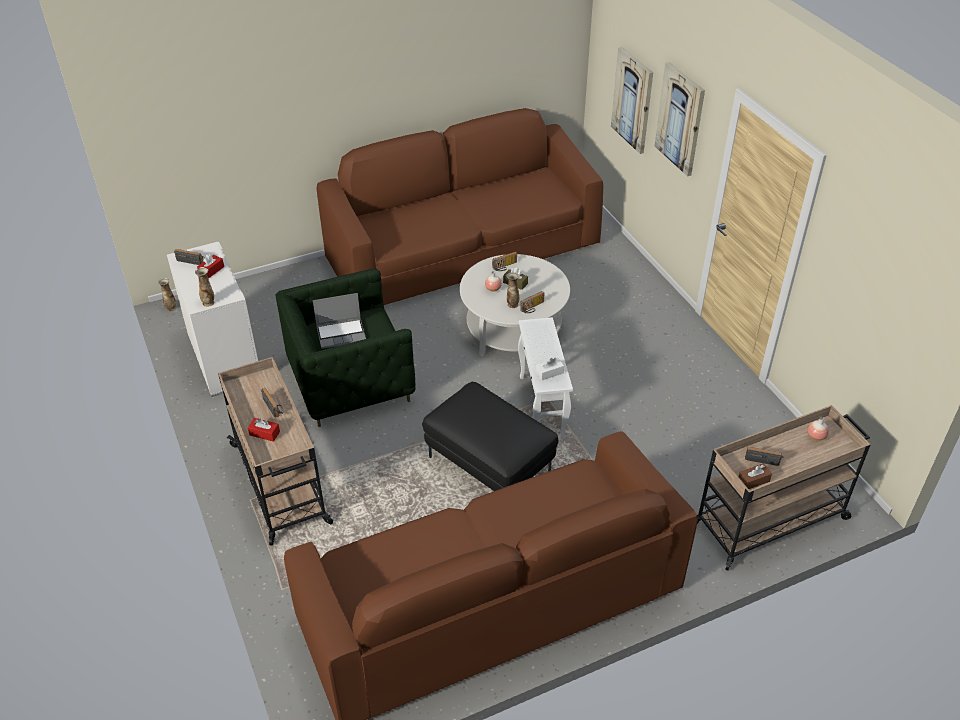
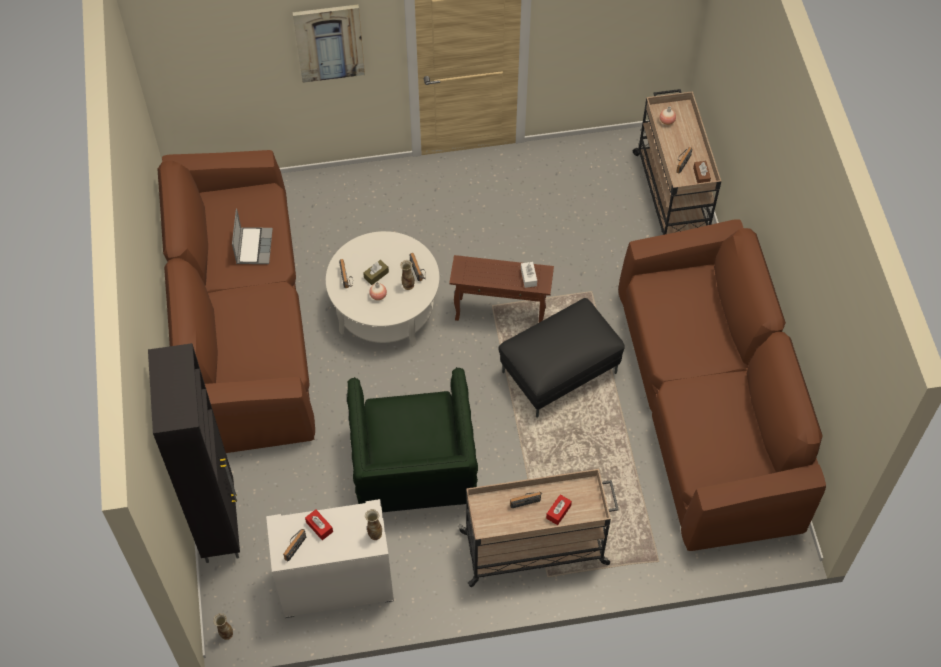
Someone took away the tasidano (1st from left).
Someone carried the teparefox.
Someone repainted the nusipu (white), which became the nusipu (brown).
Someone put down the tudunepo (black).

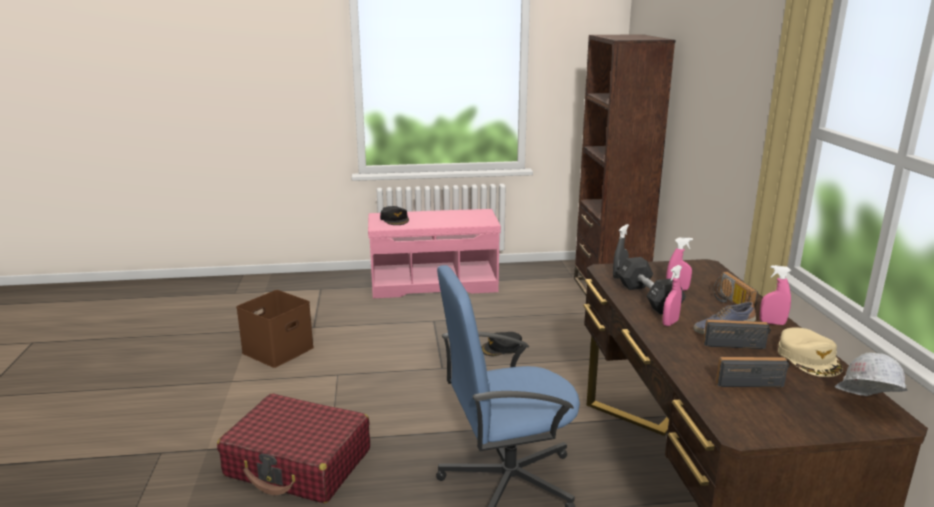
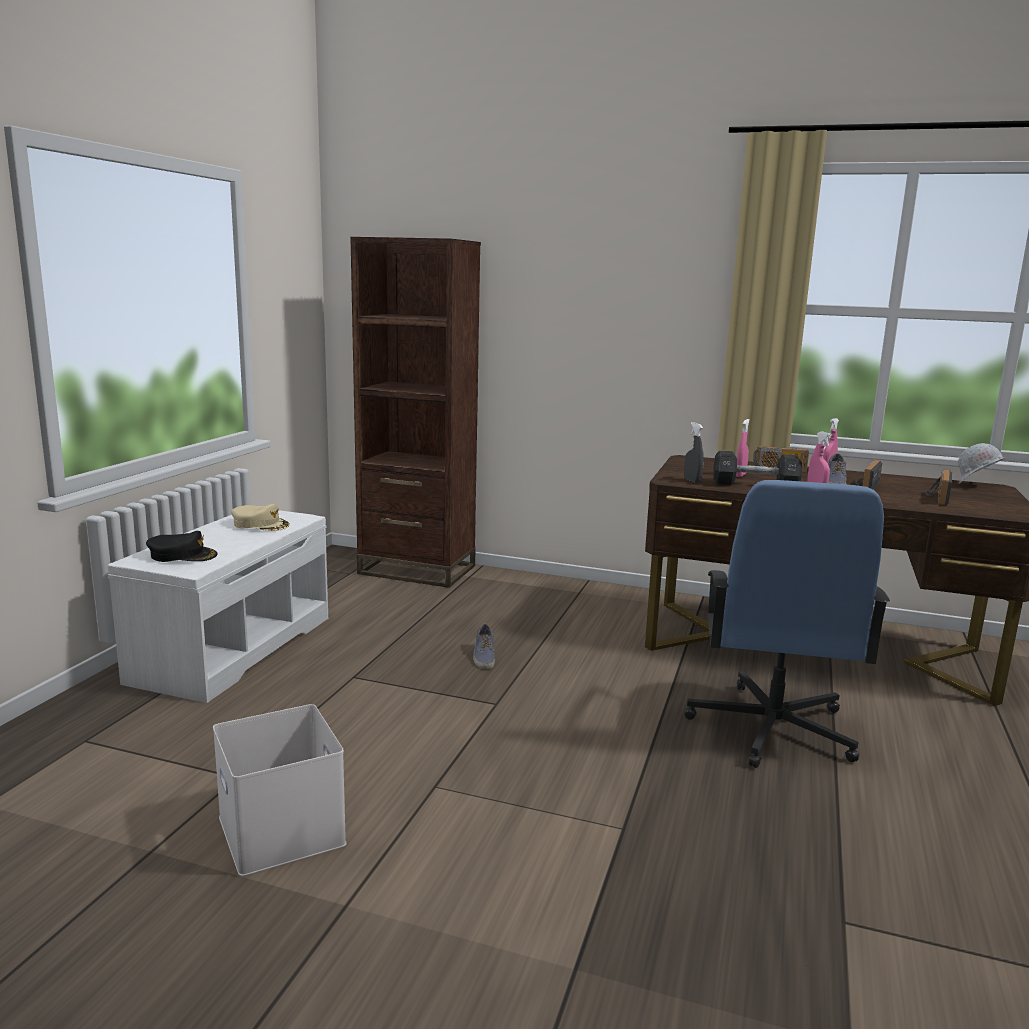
Someone repainted the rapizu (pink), which became the rapizu (white).
Someone repainted the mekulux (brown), which became the mekulux (white).
Someone carried the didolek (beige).
Someone swapped the didolek (black) (2nd from left) for the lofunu (1st from left).
Someone took away the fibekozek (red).

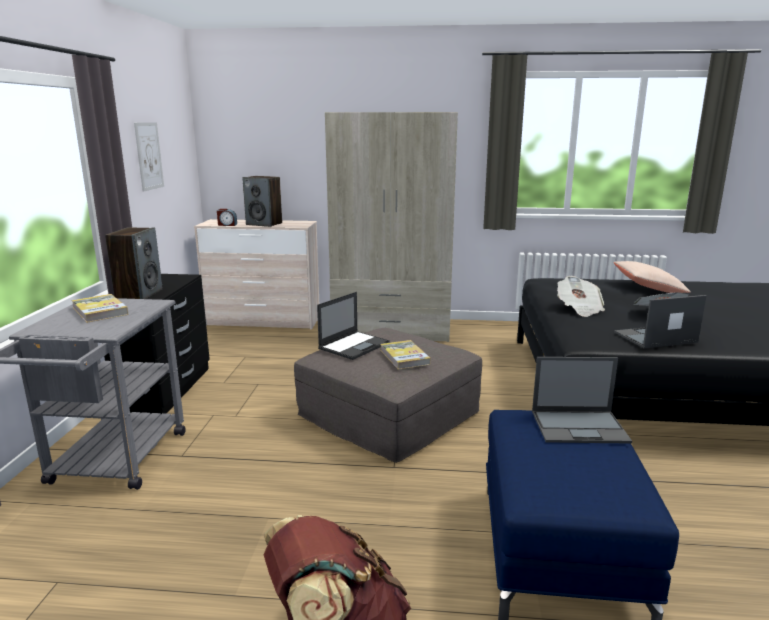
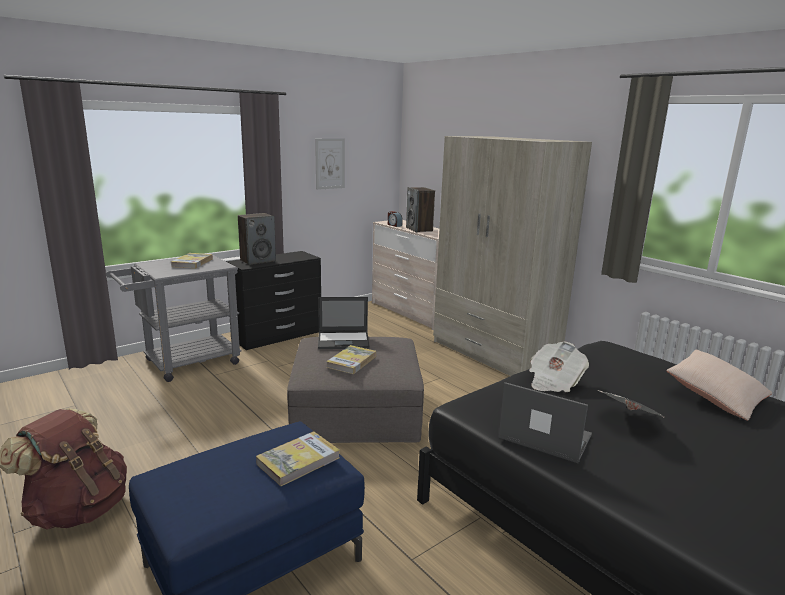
Someone swapped the teparefox (2nd from left) for the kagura (2nd from left).

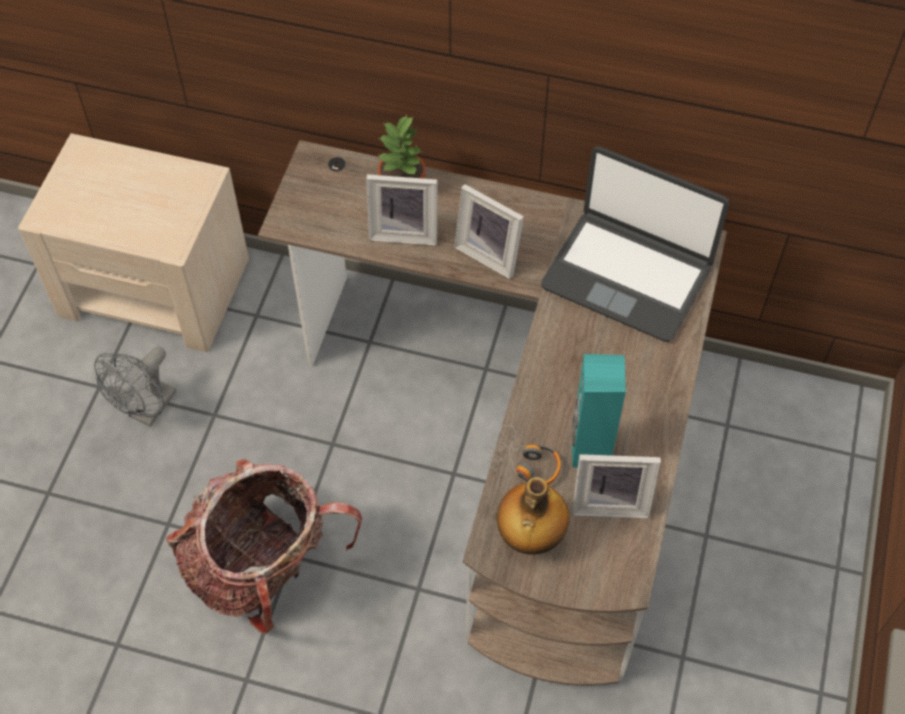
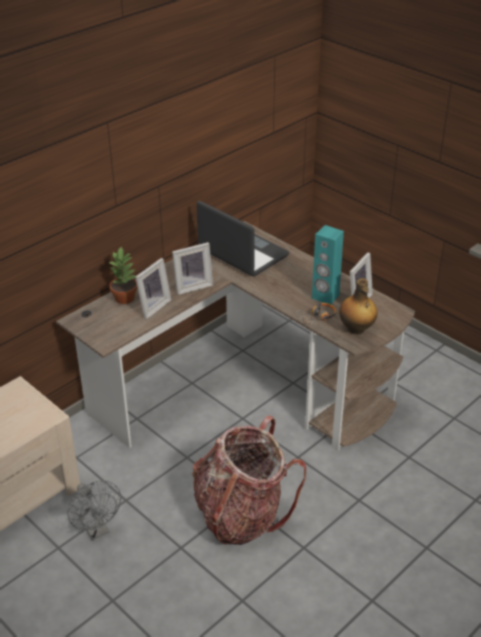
Someone rotated the teparefox by 105 degrees counterclockwise.

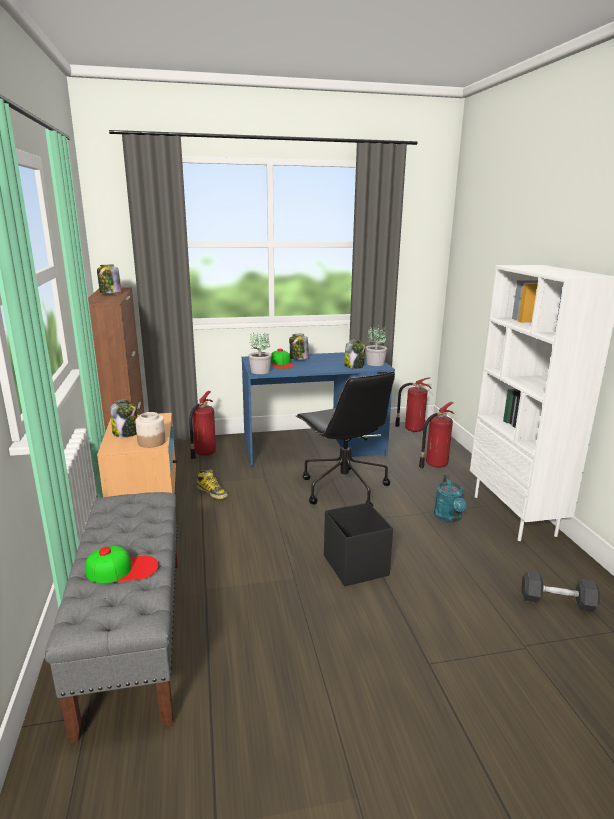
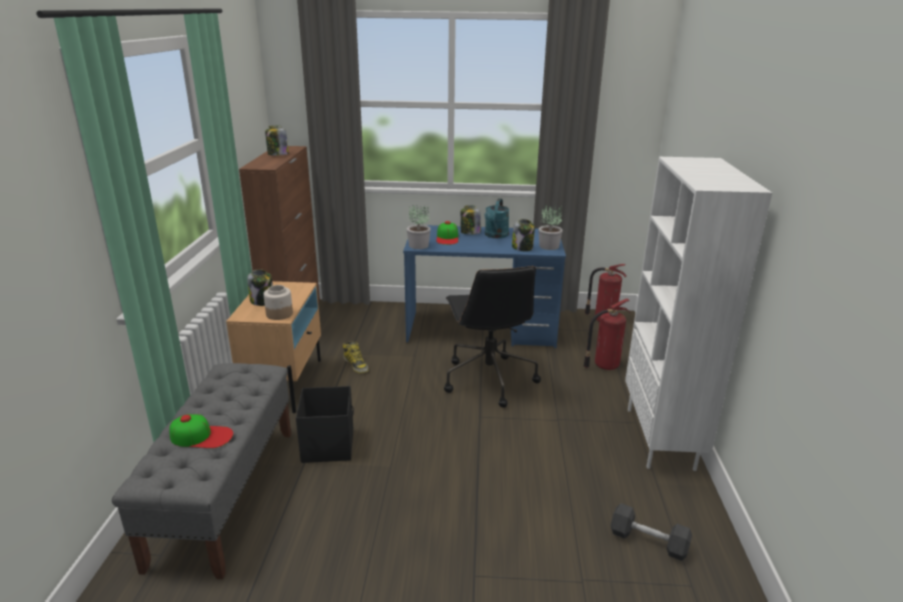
Someone took away the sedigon (1st from left).
Someone carried the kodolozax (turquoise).
Someone carried the mekulux (black).

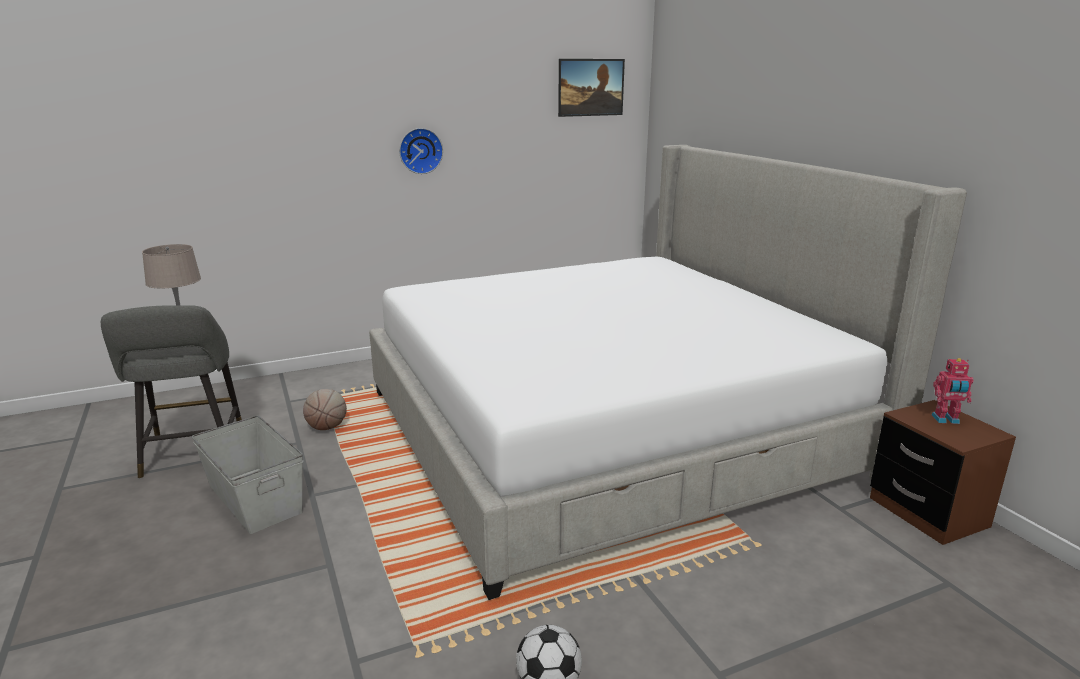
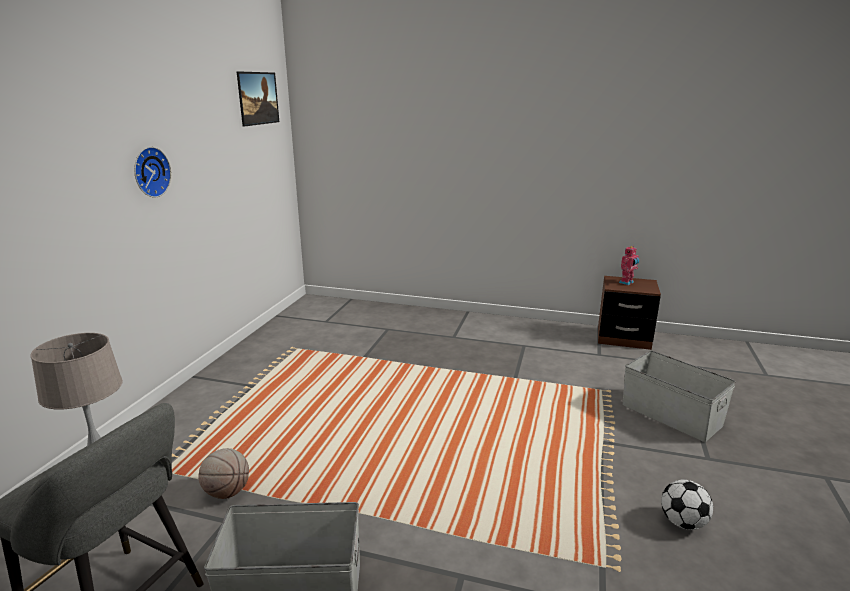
Someone took away the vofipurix.
Someone put down the mekulux (grey) (2nd from left).

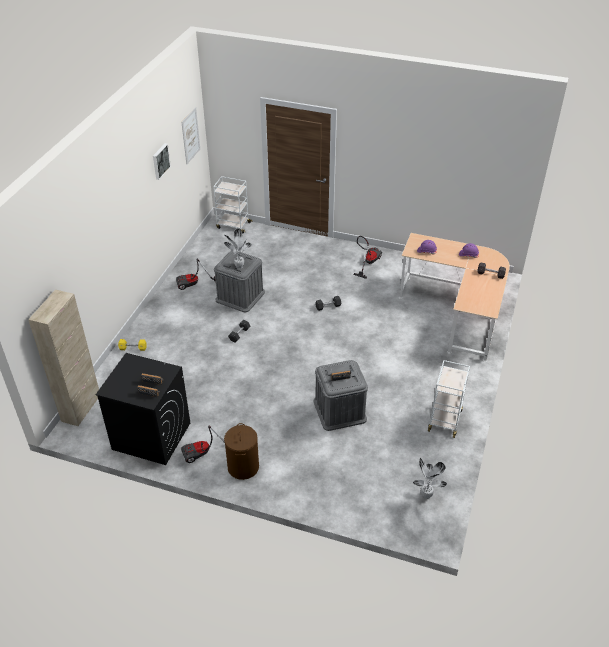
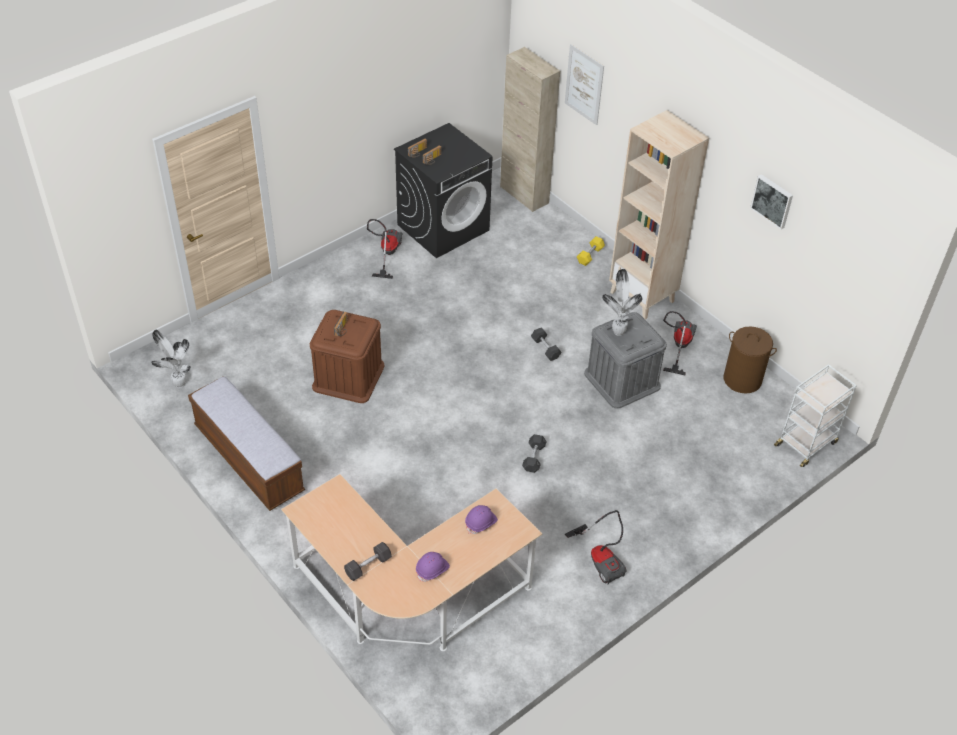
Someone carried the tasidano (2nd from left in the first image).
Someone repainted the mekulux (grey) (2nd from left), which became the mekulux (brown).
Someone swapped the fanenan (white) (2nd from left) for the rapizu.
Someone carried the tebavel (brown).
Someone put down the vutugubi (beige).

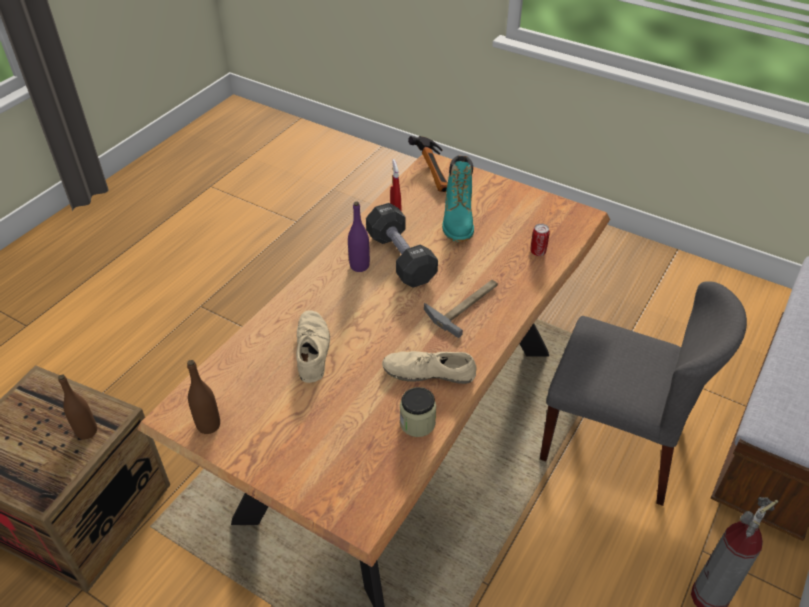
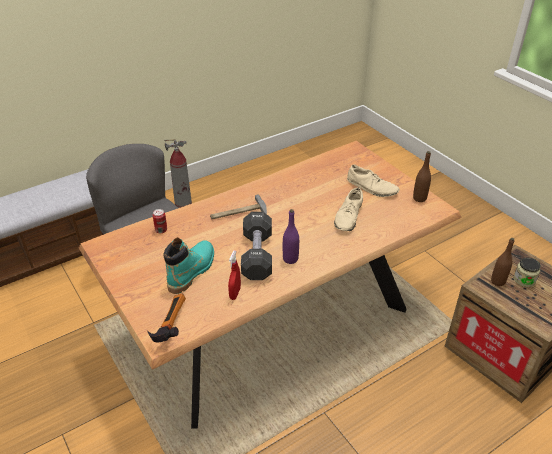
Someone carried the lofunu (beige) (2nd from left).
Someone carried the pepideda.

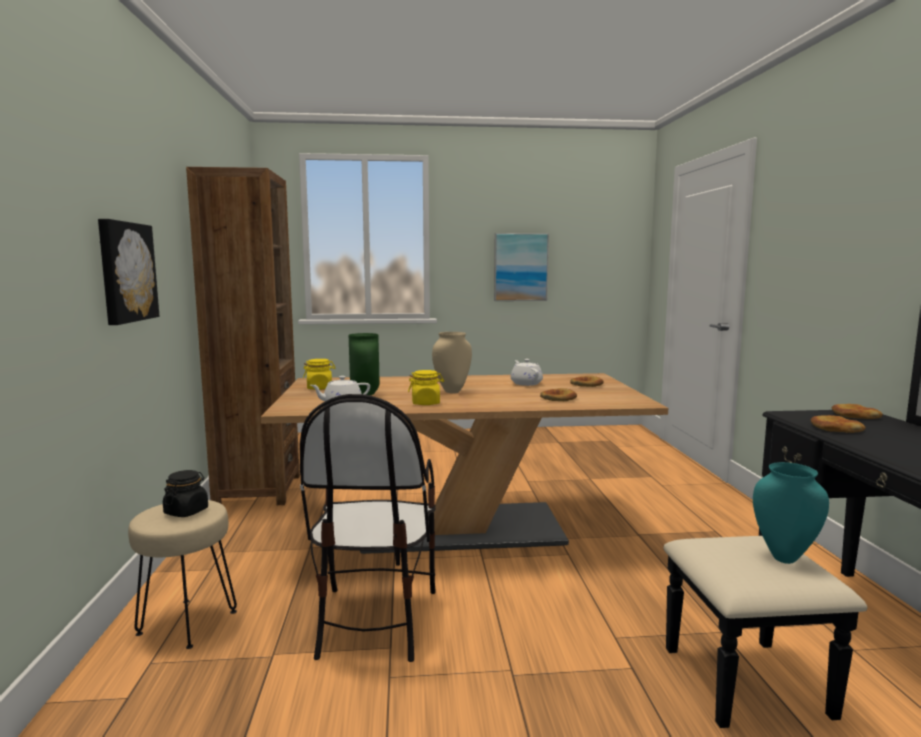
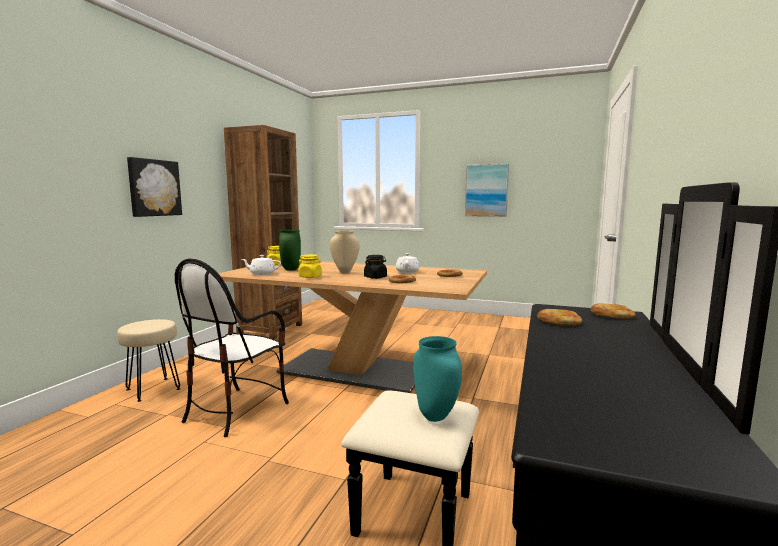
Someone carried the pepideda (black).

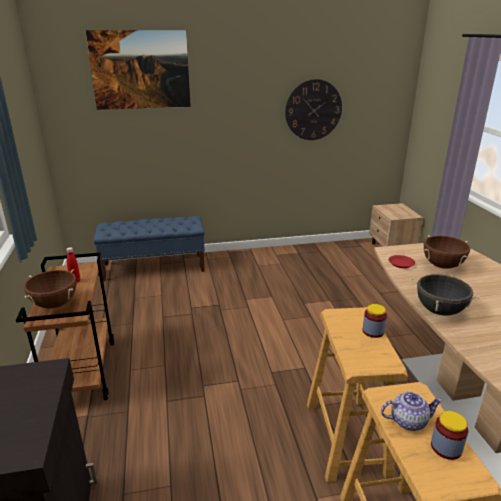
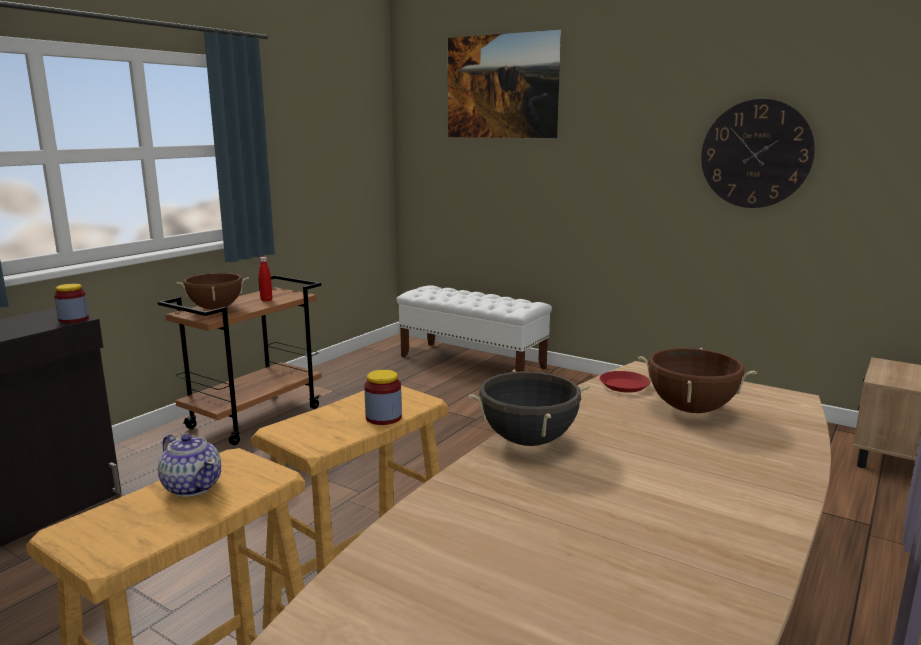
Someone repainted the rapizu (blue), which became the rapizu (white).
Someone carried the pepideda (2nd from left in the first image).

